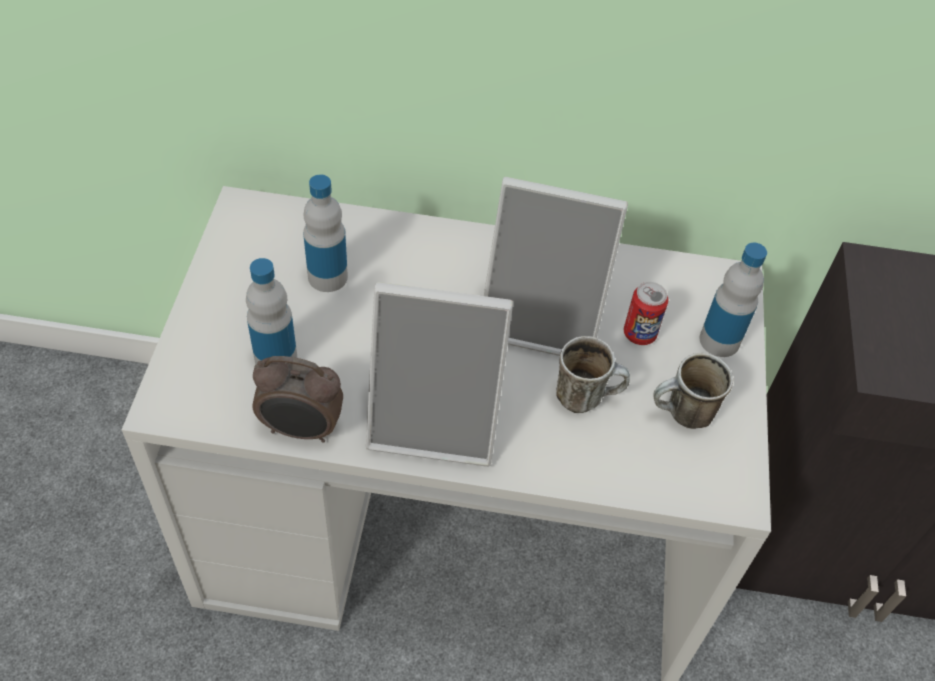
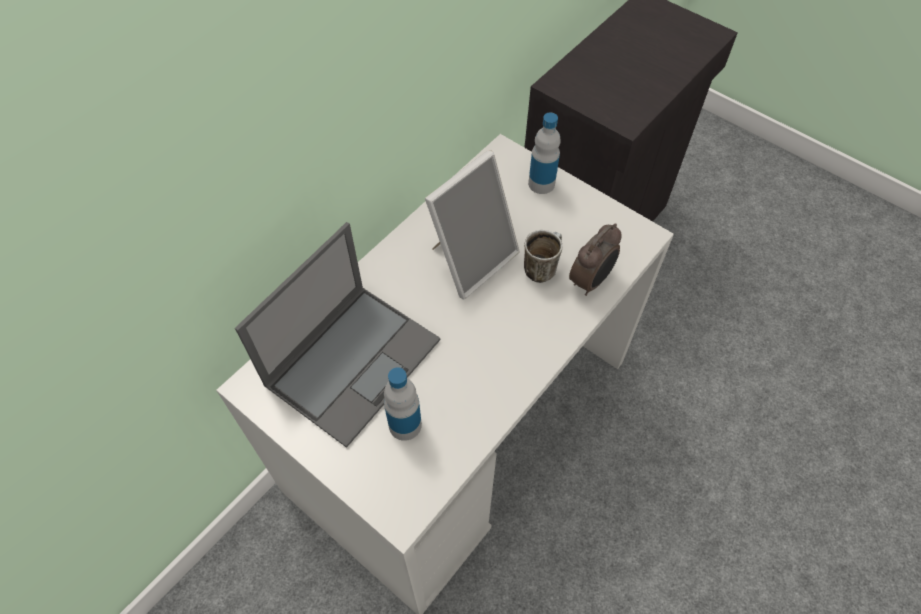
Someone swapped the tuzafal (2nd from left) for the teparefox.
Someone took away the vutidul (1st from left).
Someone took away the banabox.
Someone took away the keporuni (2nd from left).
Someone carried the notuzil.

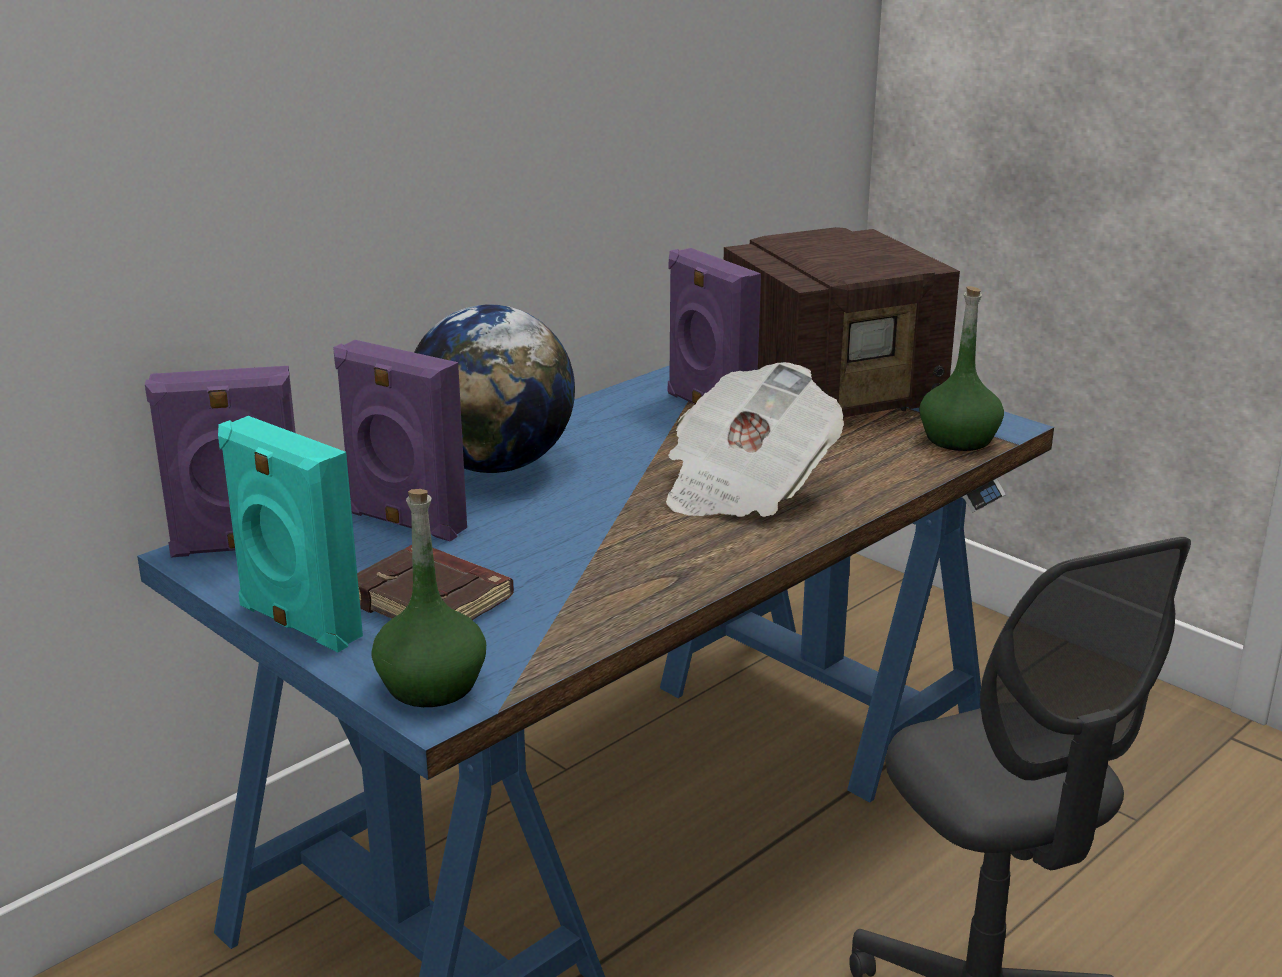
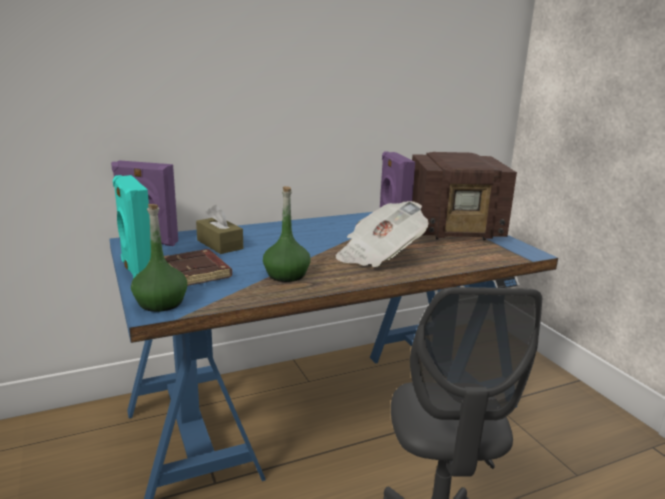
Someone carried the tuzafal (green) (2nd from left).
Someone took away the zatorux.
Someone swapped the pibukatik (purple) (2nd from left) for the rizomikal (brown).

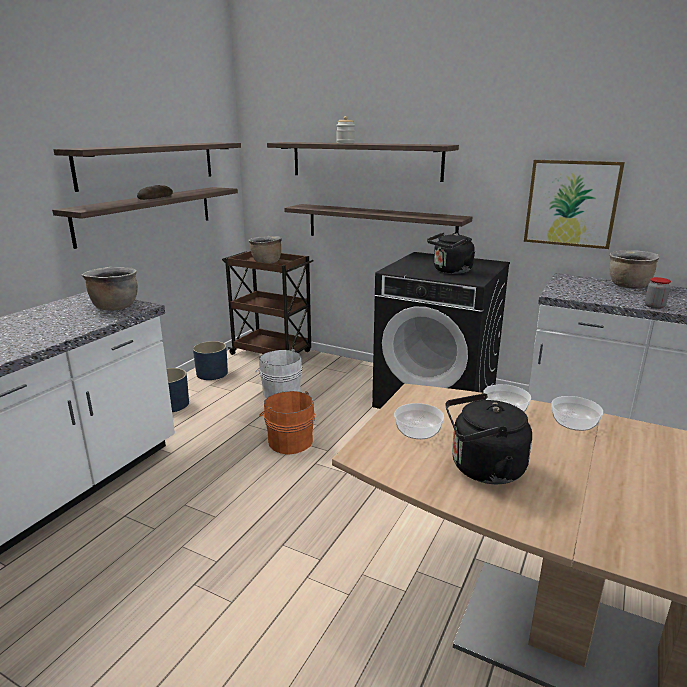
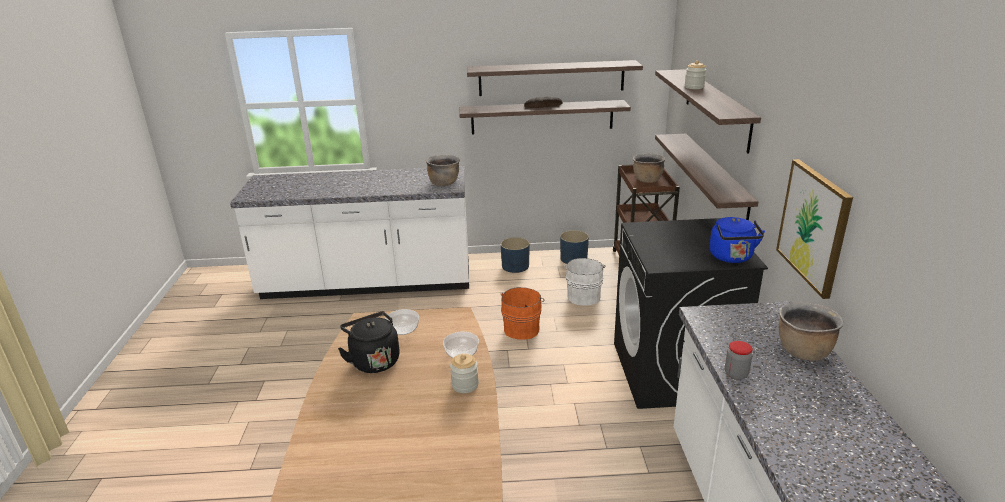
Someone took away the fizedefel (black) (1st from left).
Someone swapped the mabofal (3rd from left) for the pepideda (1st from left).
Someone put down the fizedefel (blue).

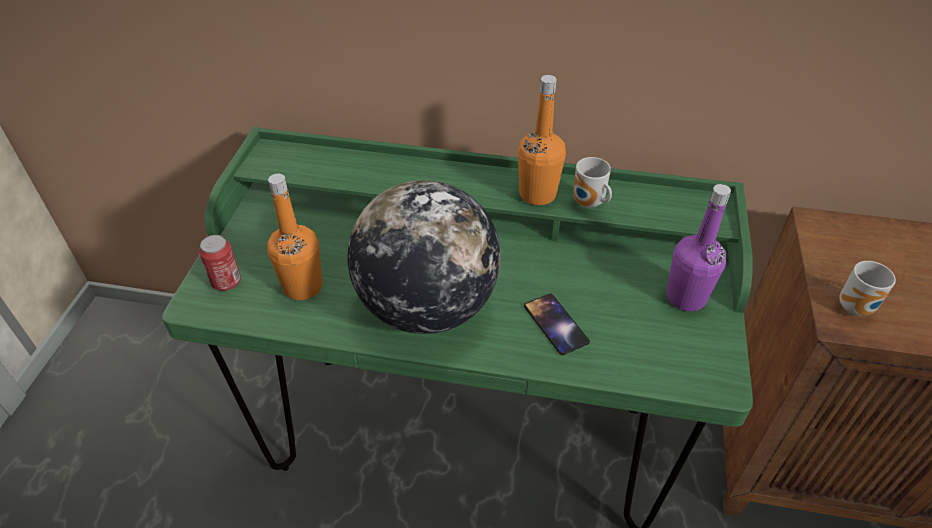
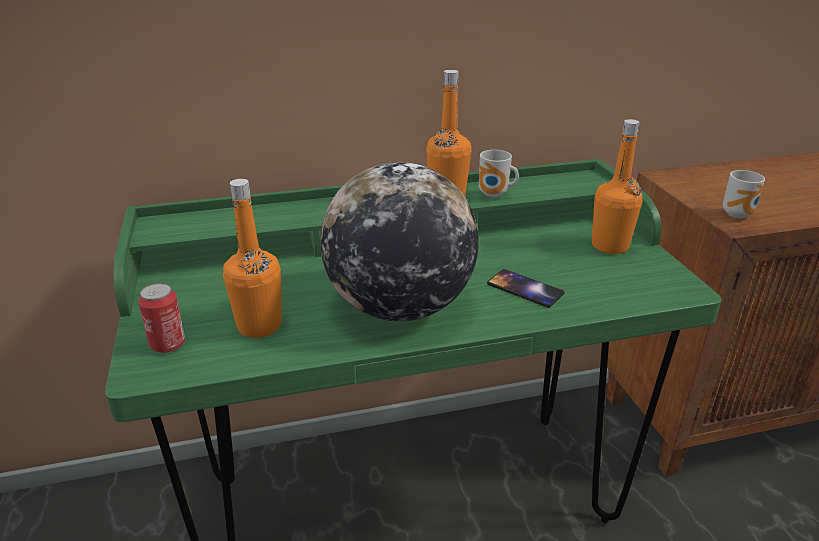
Someone repainted the tuzafal (purple), which became the tuzafal (orange) (3rd from left).

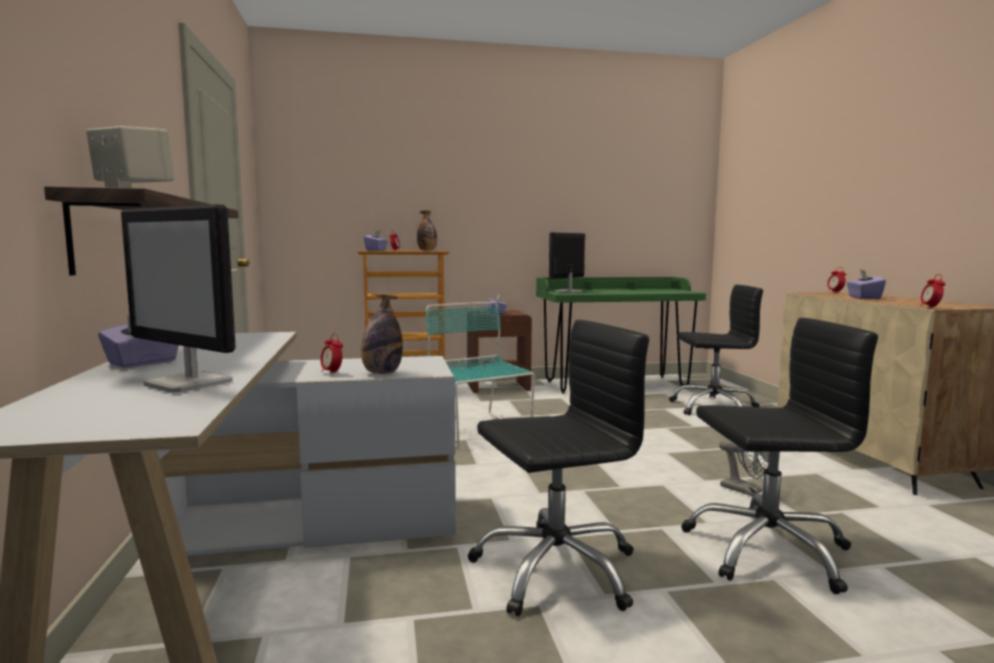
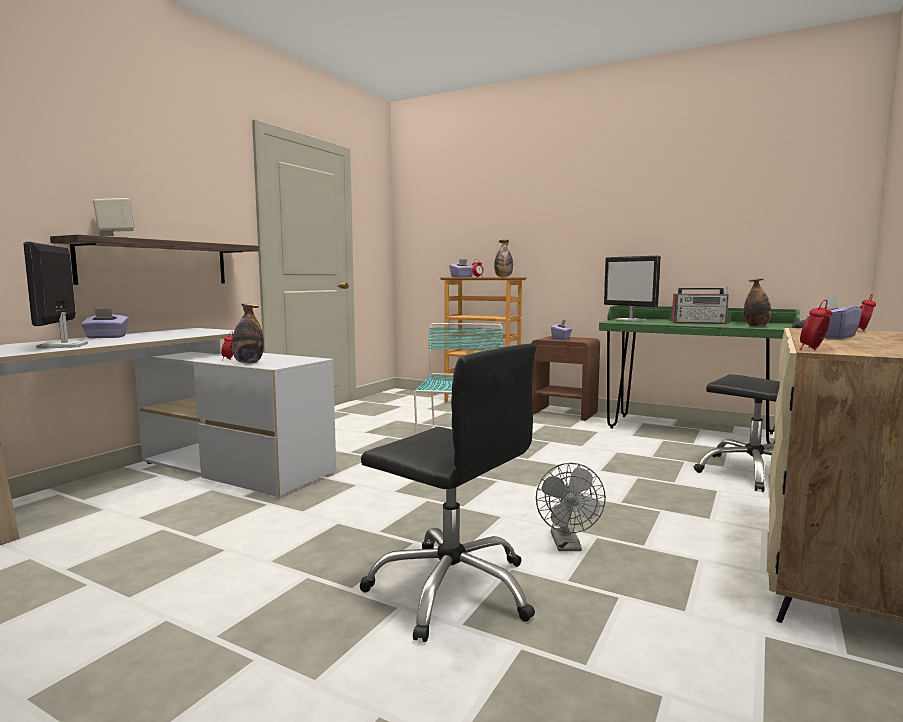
Someone rotated the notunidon (2nd from left) by 120 degrees counterclockwise.
Someone took away the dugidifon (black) (1st from left).
Someone put down the tuzafal (3rd from left).
Someone put down the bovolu.

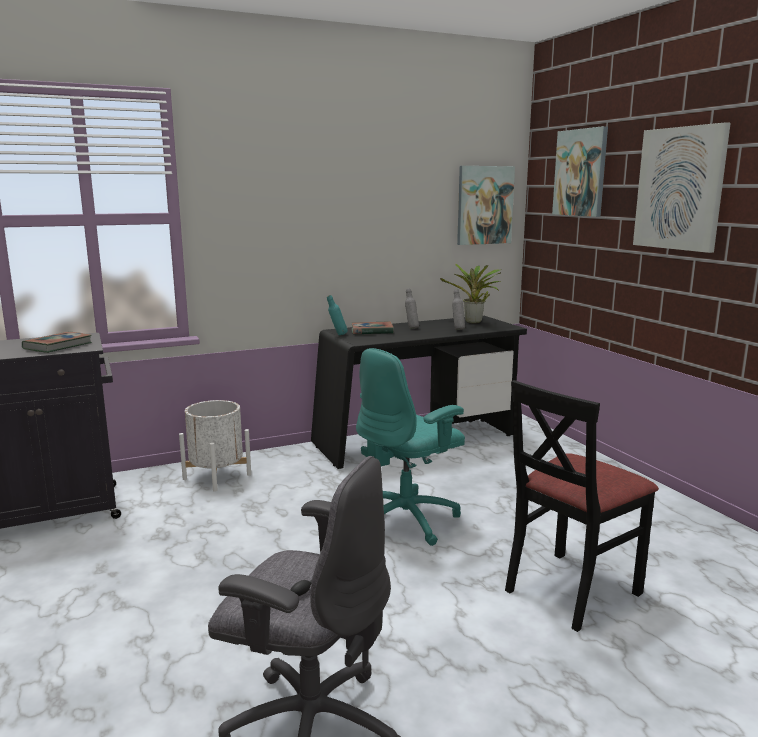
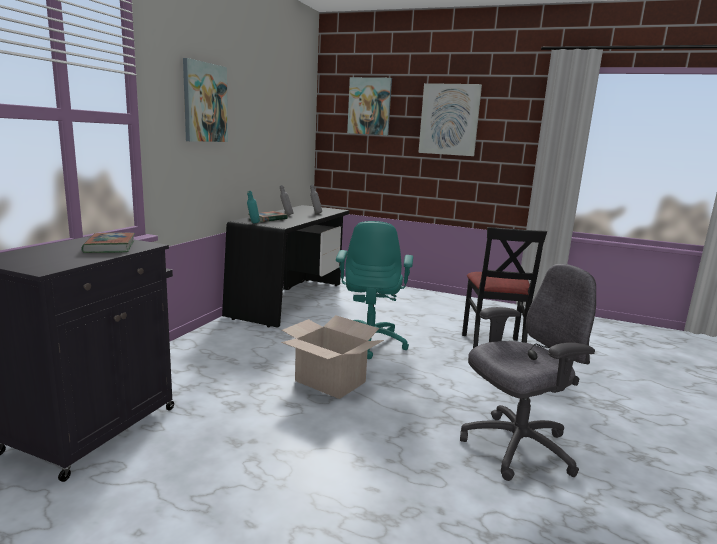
Someone carried the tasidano (1st from left).
Someone took away the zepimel.
Someone took away the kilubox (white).
Someone put down the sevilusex.

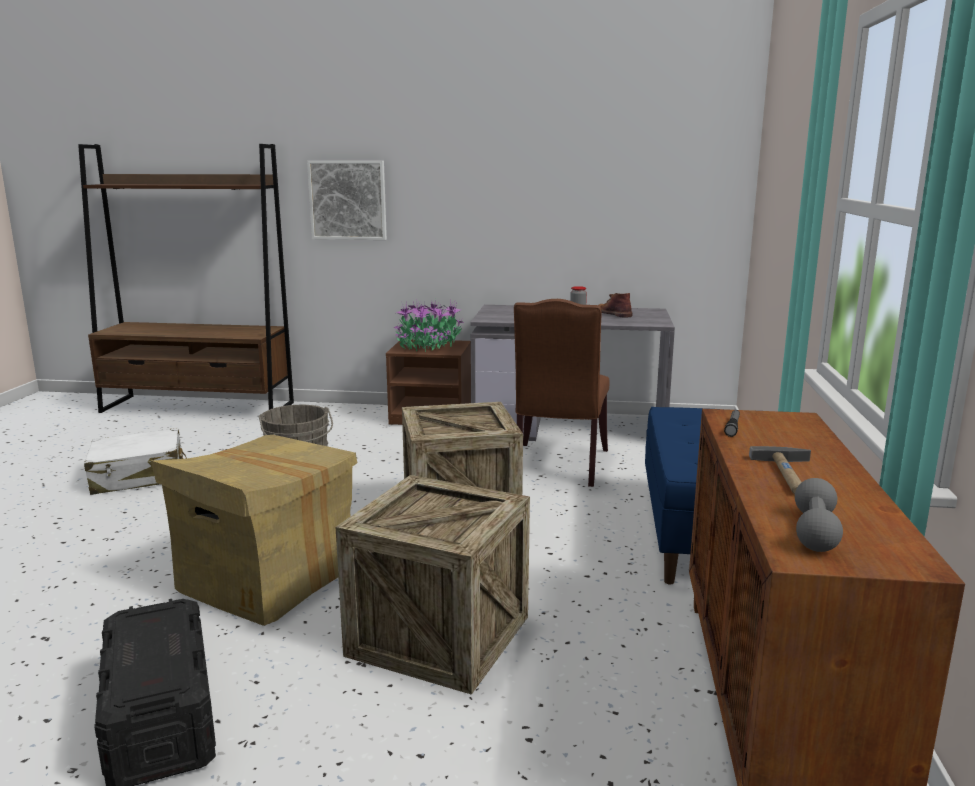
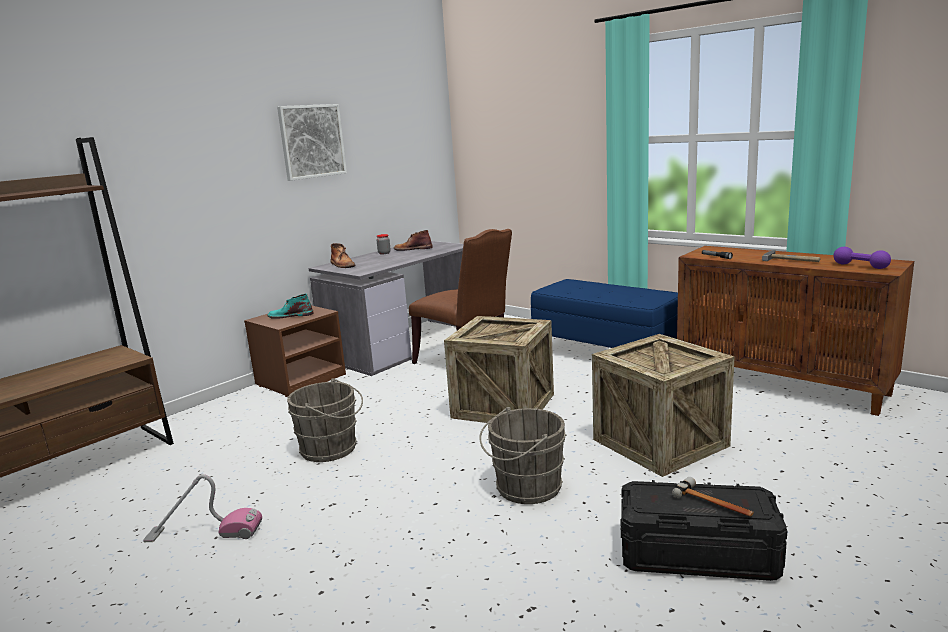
Someone carried the tasidano.
Someone swapped the zepimel for the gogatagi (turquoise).
Someone swapped the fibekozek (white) for the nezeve.
Someone swapped the sevilusex for the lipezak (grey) (2nd from left).
Someone repainted the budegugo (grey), which became the budegugo (purple).
Someone put down the gogatagi (brown) (1st from left).
Someone put down the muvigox (1st from left).

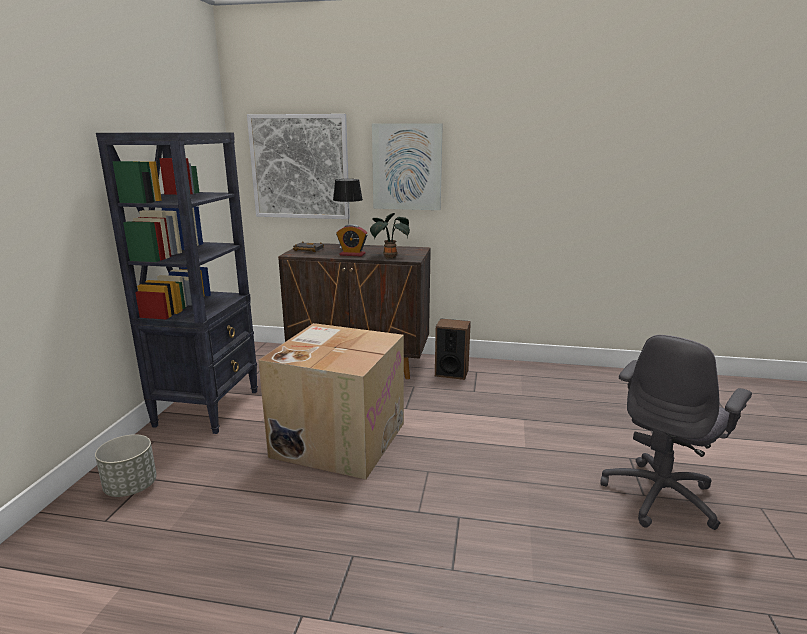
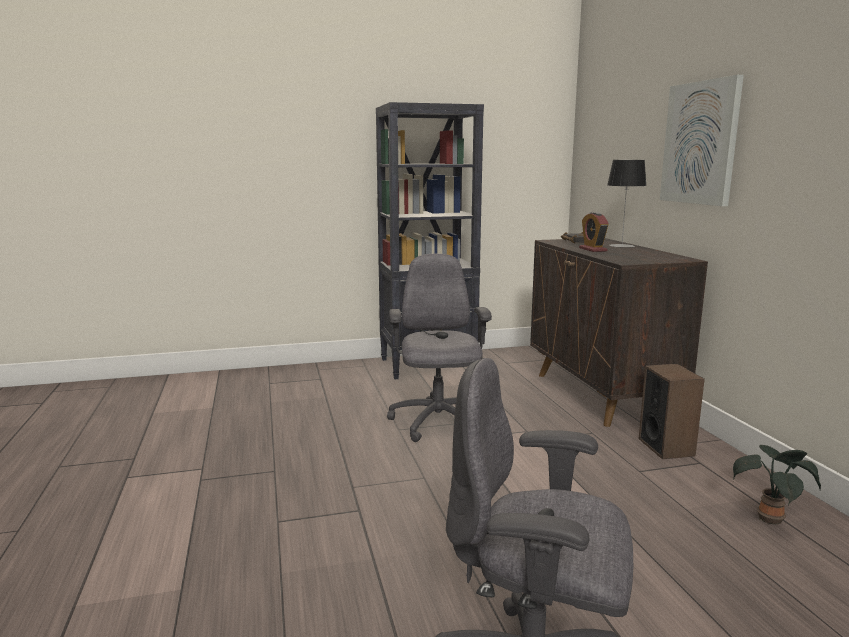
Someone took away the tasidano (1st from left).
Someone carried the zepimel.
Someone swapped the sevilusex for the dugidifon (grey) (1st from left).
Someone took away the kilubox (grey).

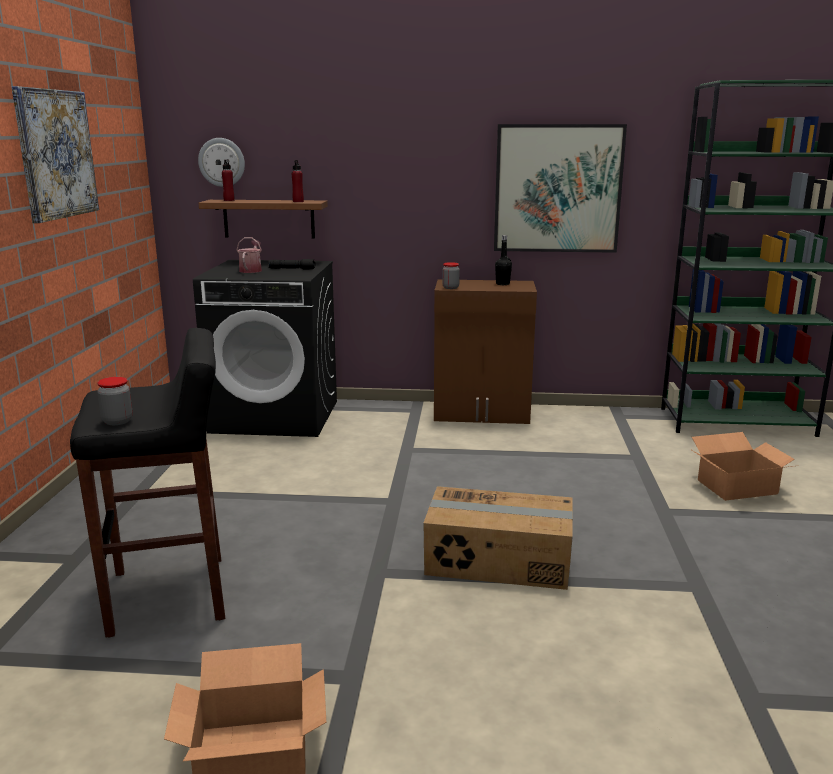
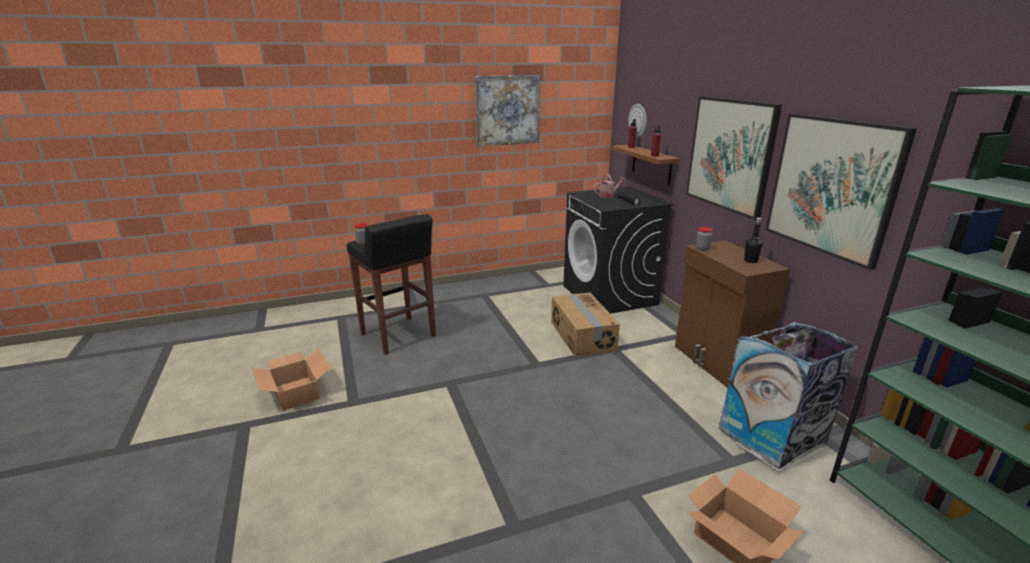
Someone carried the sevilusex (2nd from left).
Someone put up the tasidano (2nd from left).
Someone put down the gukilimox.

